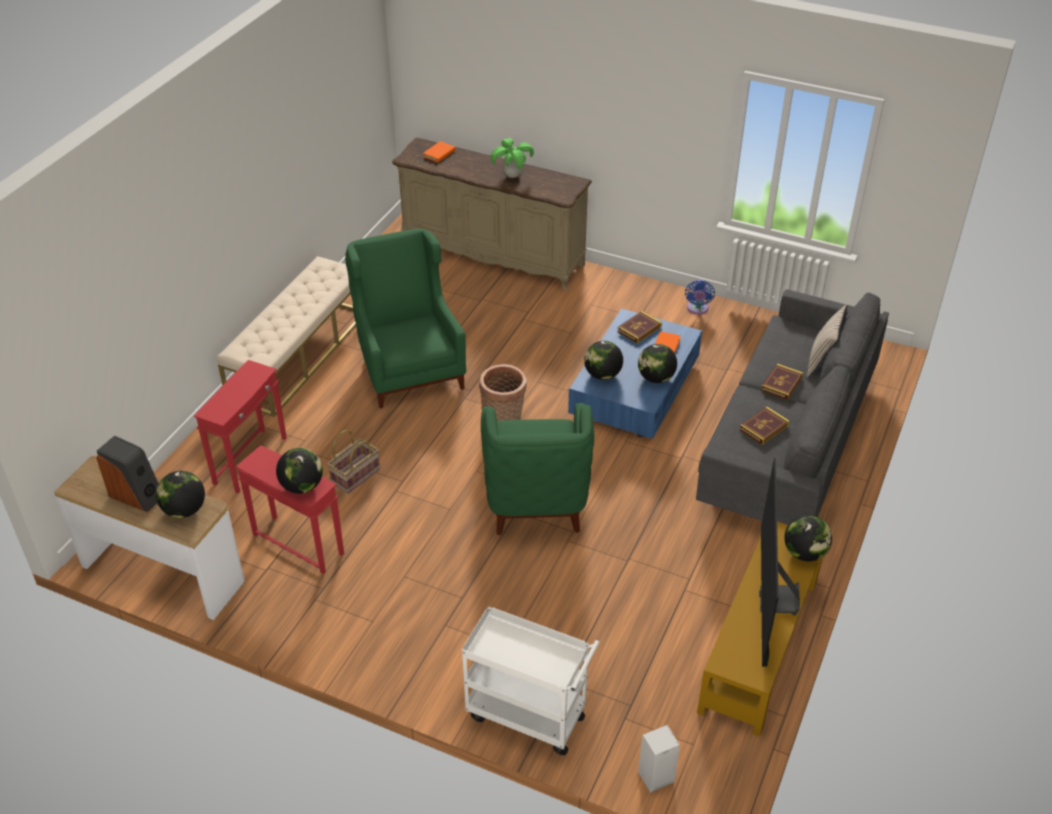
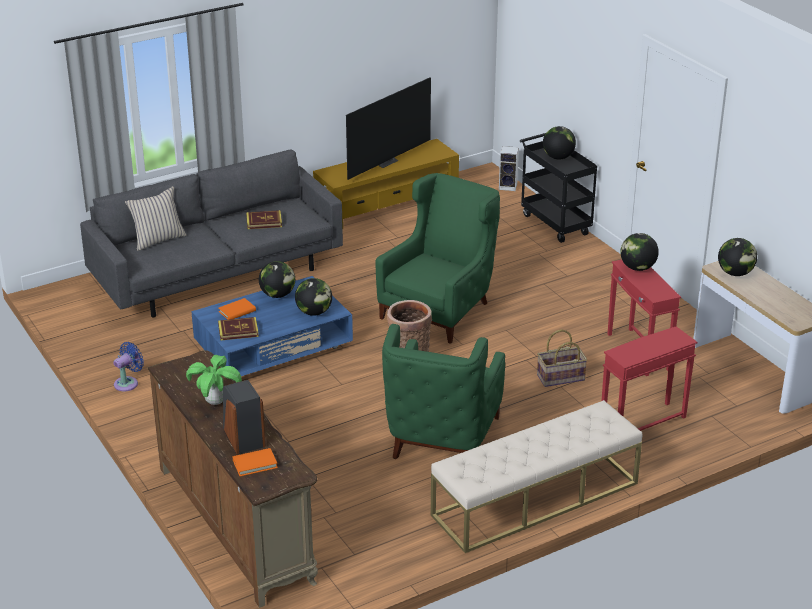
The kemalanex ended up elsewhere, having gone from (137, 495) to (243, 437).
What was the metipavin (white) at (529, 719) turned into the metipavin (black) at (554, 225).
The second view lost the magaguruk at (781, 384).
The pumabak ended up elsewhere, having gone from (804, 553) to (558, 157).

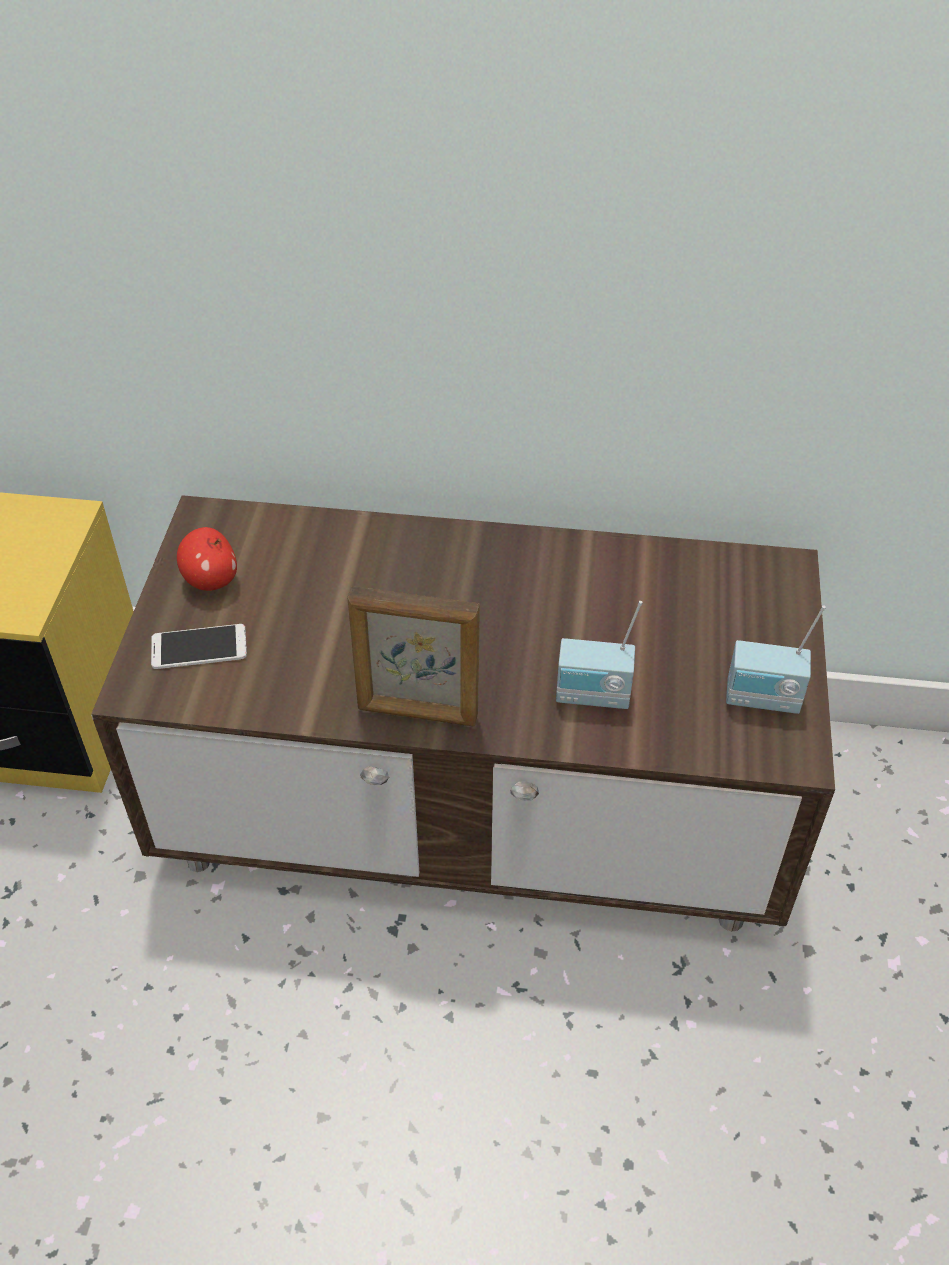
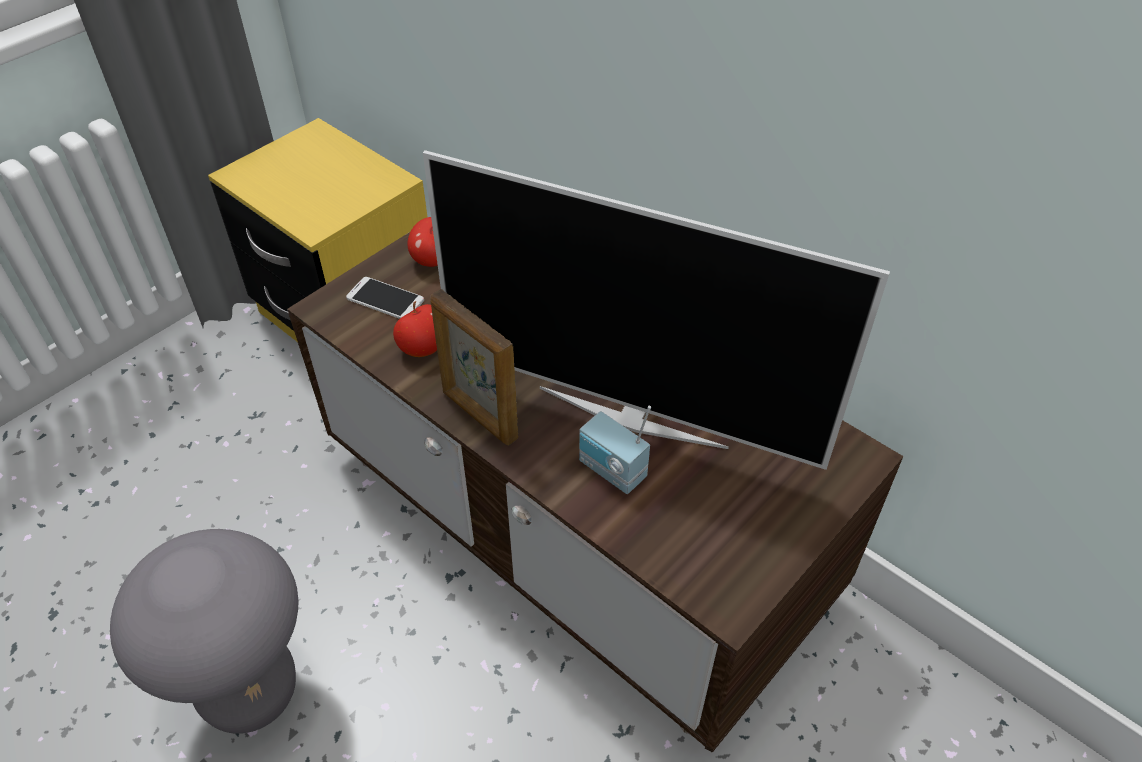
The second view lost the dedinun at (762, 700).
The second view gained the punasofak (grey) at (250, 692).
The second view gained the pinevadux at (423, 348).
The second view gained the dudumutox at (632, 415).

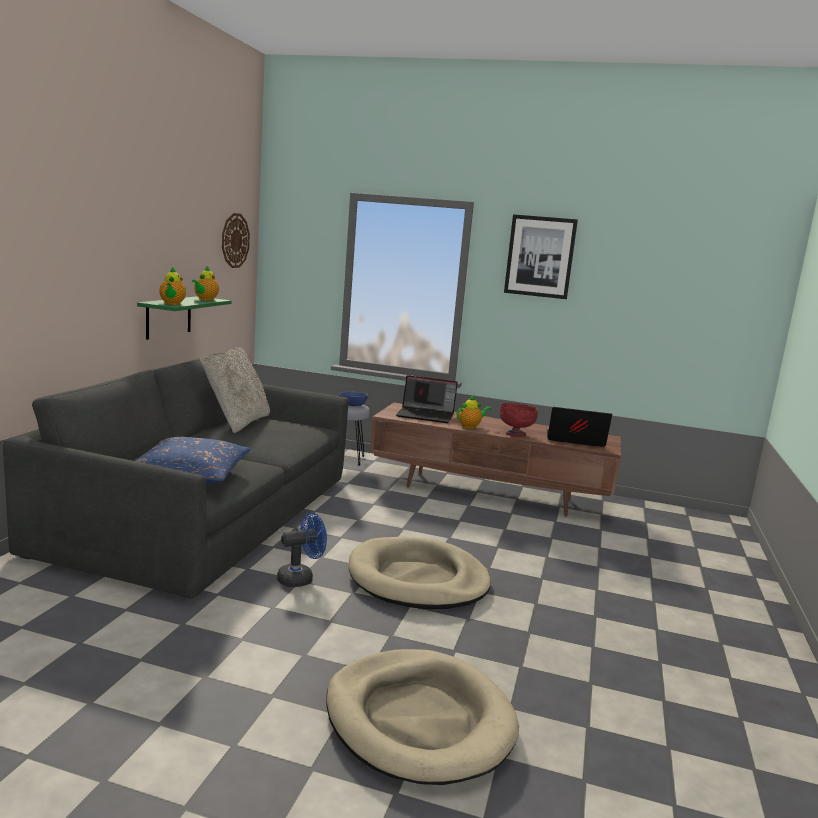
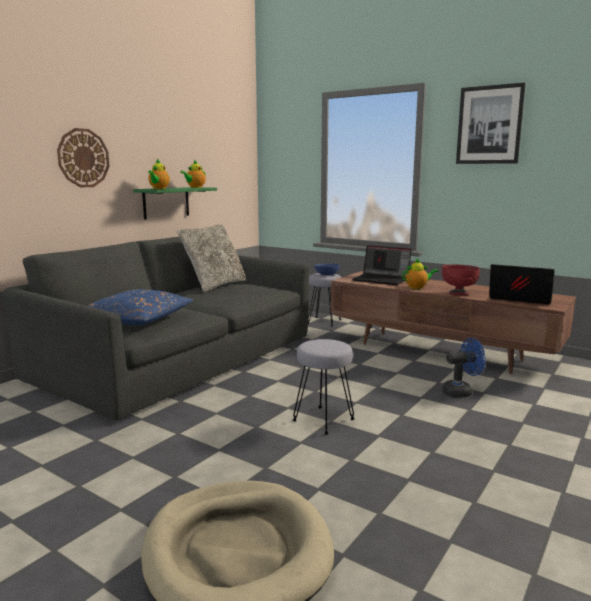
The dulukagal ended up elsewhere, having gone from (235, 240) to (83, 158).
The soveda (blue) ended up elsewhere, having gone from (300, 578) to (461, 392).
Where the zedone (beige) stood at (418, 579), the punasofak (grey) came to stand at (324, 420).

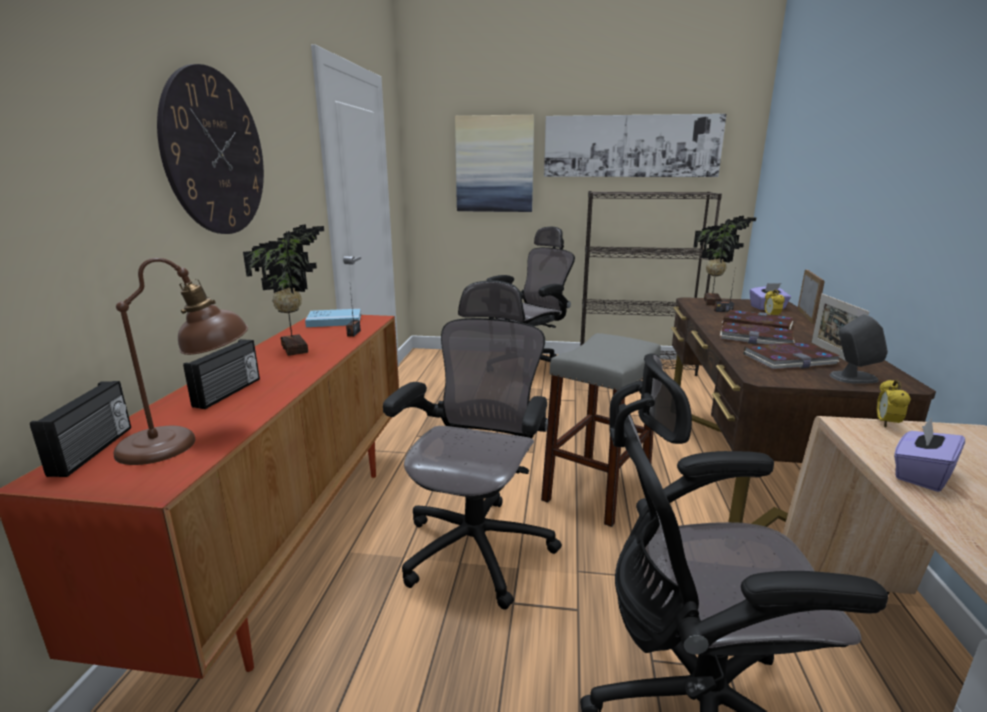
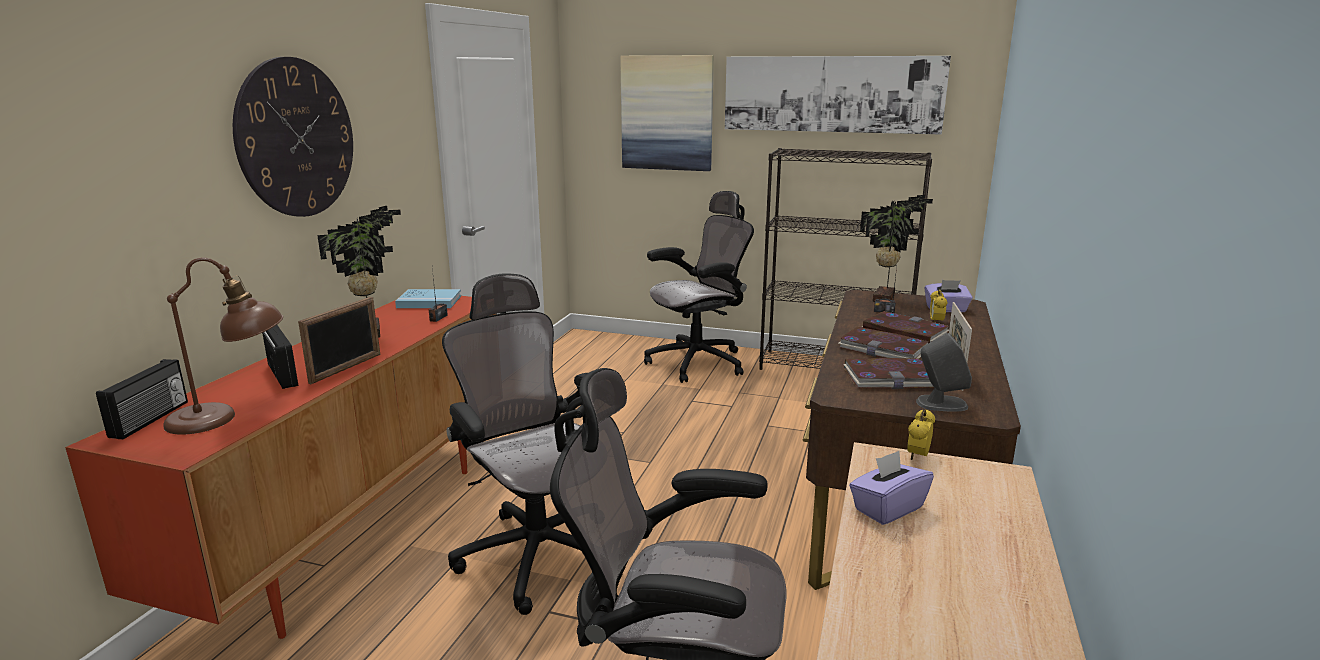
The dedinun at (229, 392) ended up facing another way, 60 degrees counterclockwise from before.
The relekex at (476, 548) ended up facing another way, 60 degrees counterclockwise from before.
The second view lost the punasofak (grey) at (597, 488).
The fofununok ended up elsewhere, having gone from (806, 316) to (346, 368).

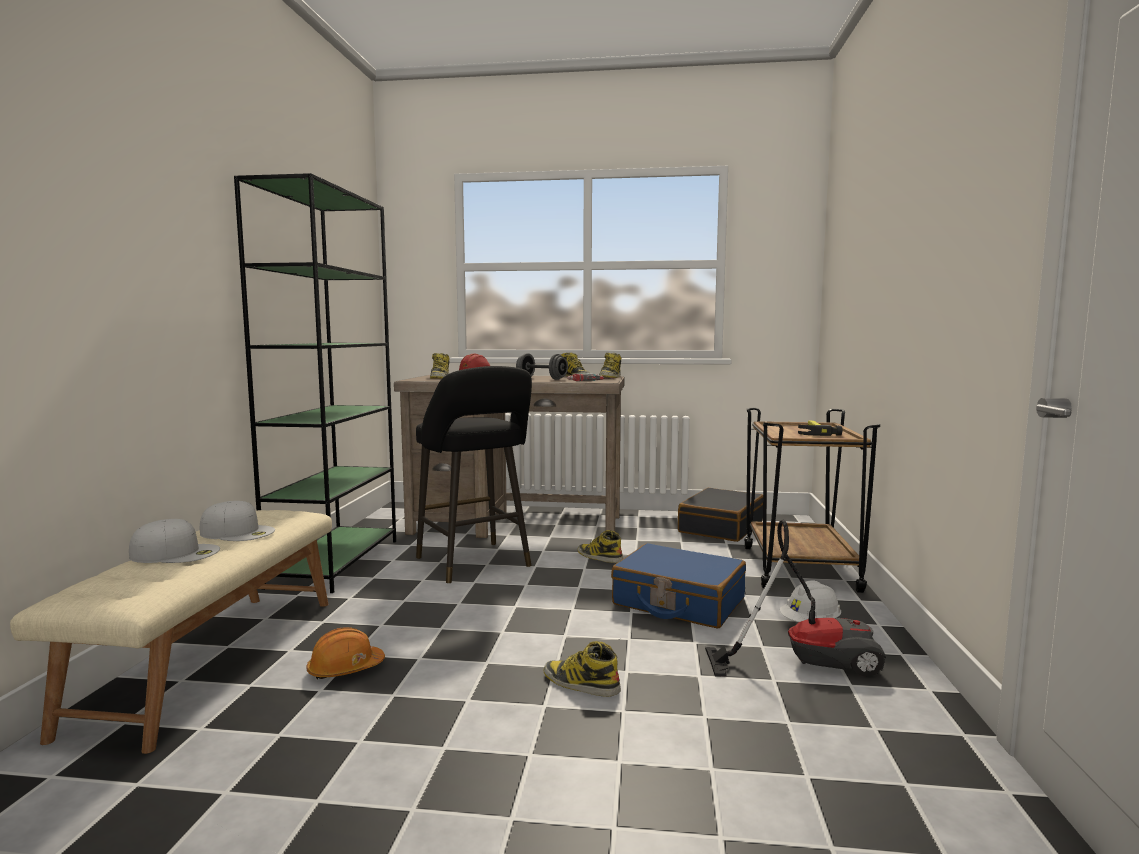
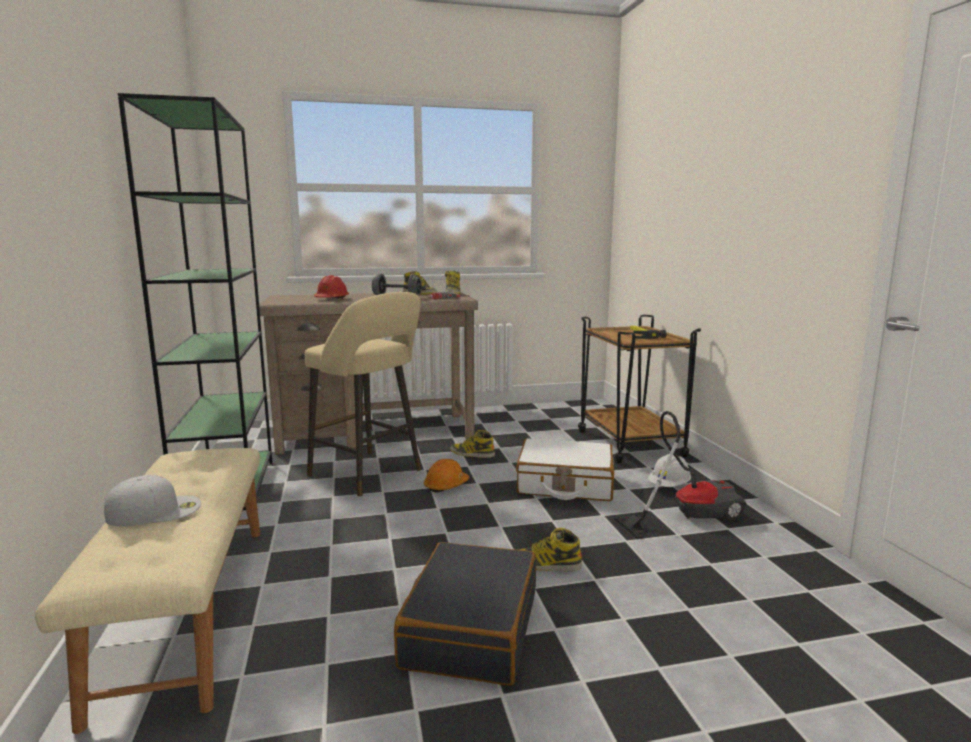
The second view lost the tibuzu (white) at (238, 532).
The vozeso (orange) ended up elsewhere, having gone from (345, 669) to (446, 485).
What was the punasofak (black) at (475, 564) turned into the punasofak (beige) at (369, 474).
The second view lost the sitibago at (440, 378).
What was the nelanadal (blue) at (678, 602) turned into the nelanadal (white) at (565, 484).
The nelanadal (black) ended up elsewhere, having gone from (720, 527) to (470, 628).

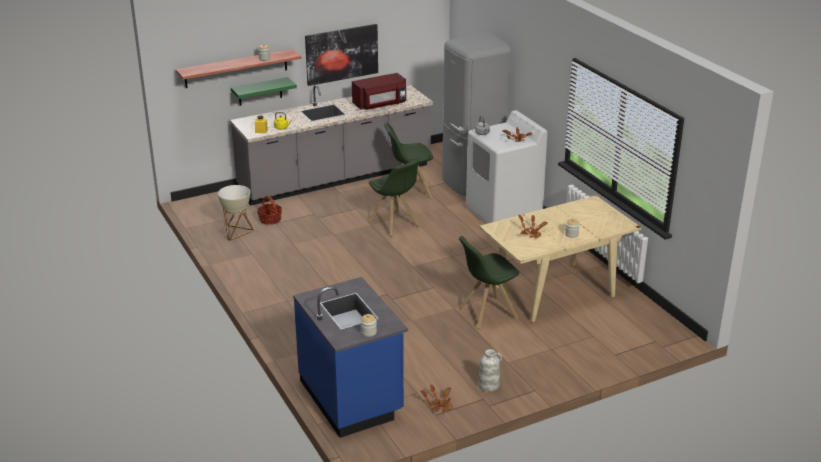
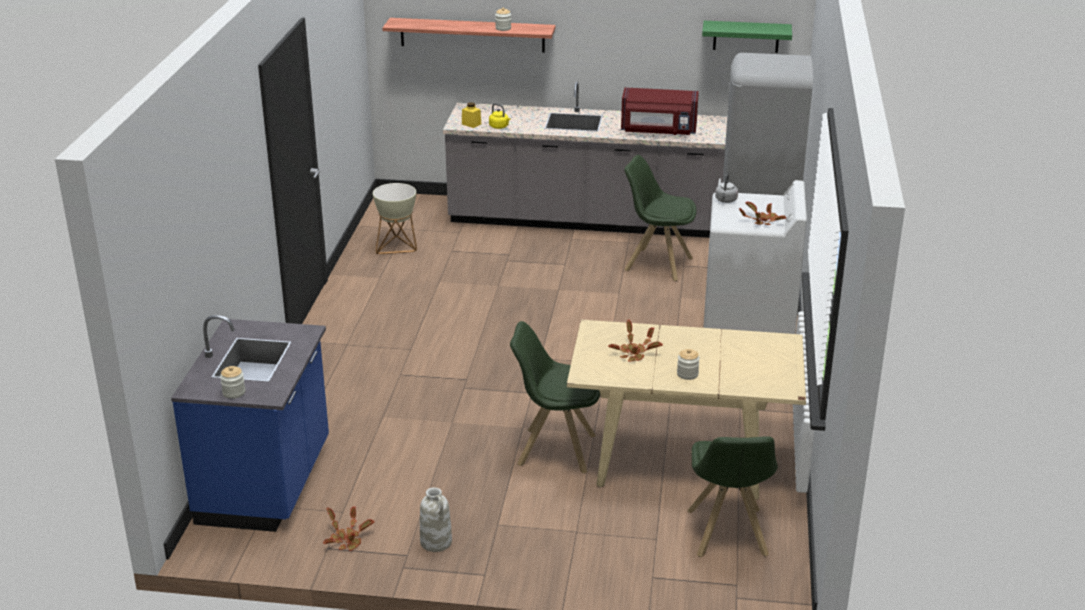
The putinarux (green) ended up elsewhere, having gone from (260, 91) to (746, 36).
The second view lost the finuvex at (270, 219).
The second view lost the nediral at (341, 54).
The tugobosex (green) ended up elsewhere, having gone from (394, 224) to (727, 533).

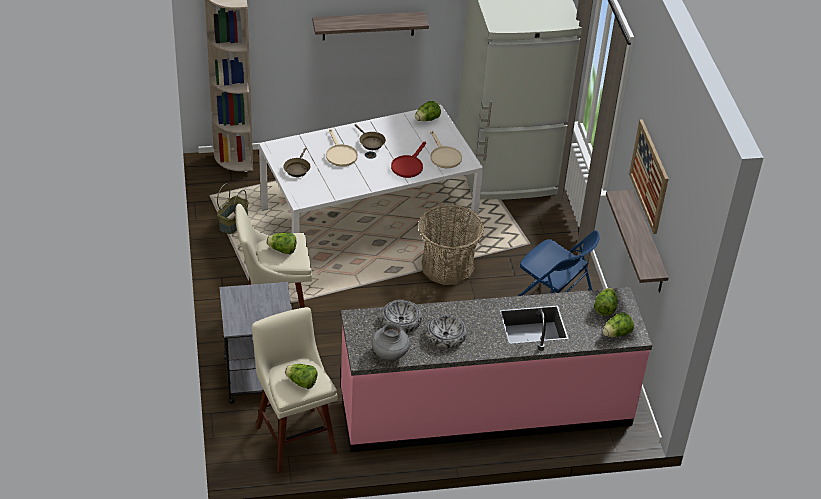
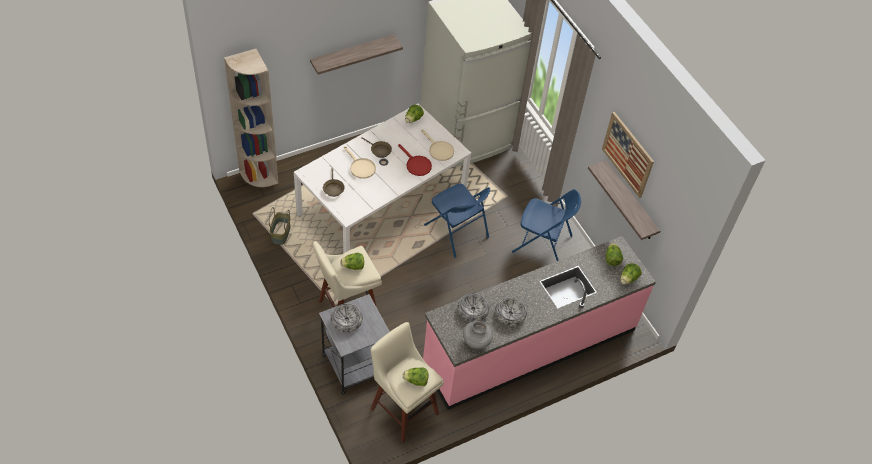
The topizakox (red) at (408, 165) ended up facing another way, 45 degrees counterclockwise from before.
Where the finuvex stood at (447, 266), the tugobosex (blue) came to stand at (456, 231).
The second view gained the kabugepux at (347, 320).

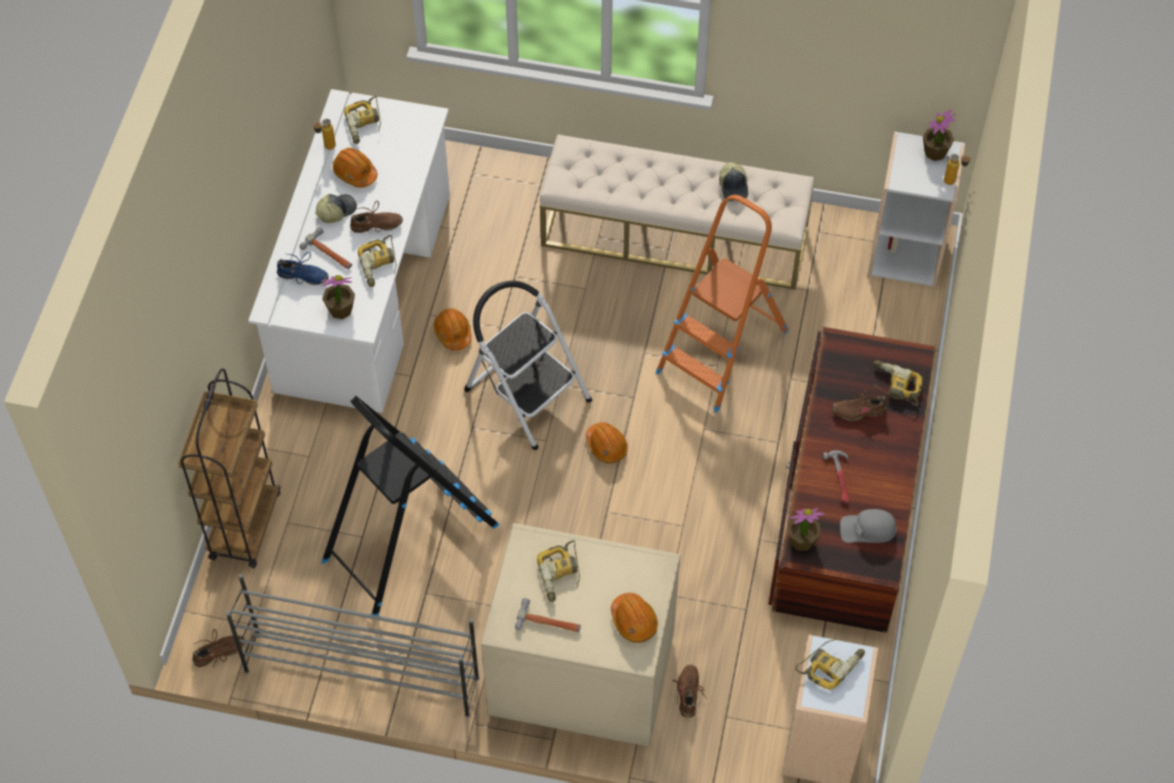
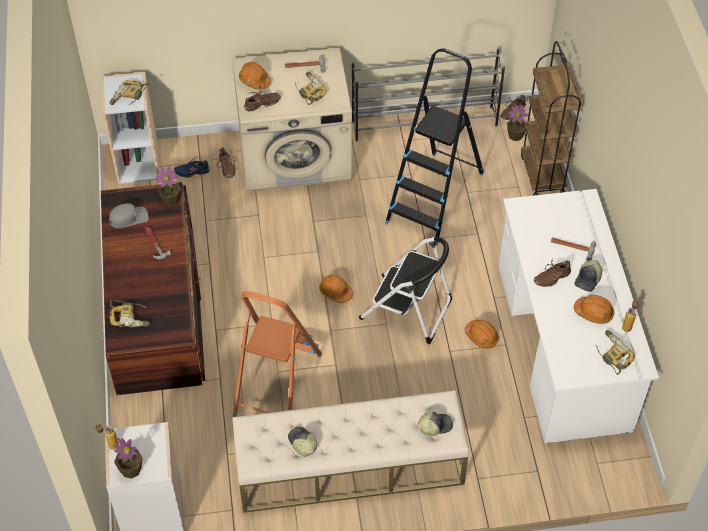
The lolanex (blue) ended up elsewhere, having gone from (303, 276) to (192, 171).
The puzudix ended up elsewhere, having gone from (340, 309) to (515, 135).
The second view lost the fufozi at (379, 265).
The lolanex (brown) ended up elsewhere, having gone from (859, 410) to (262, 104).
The second view gained the tibuzu at (434, 425).

